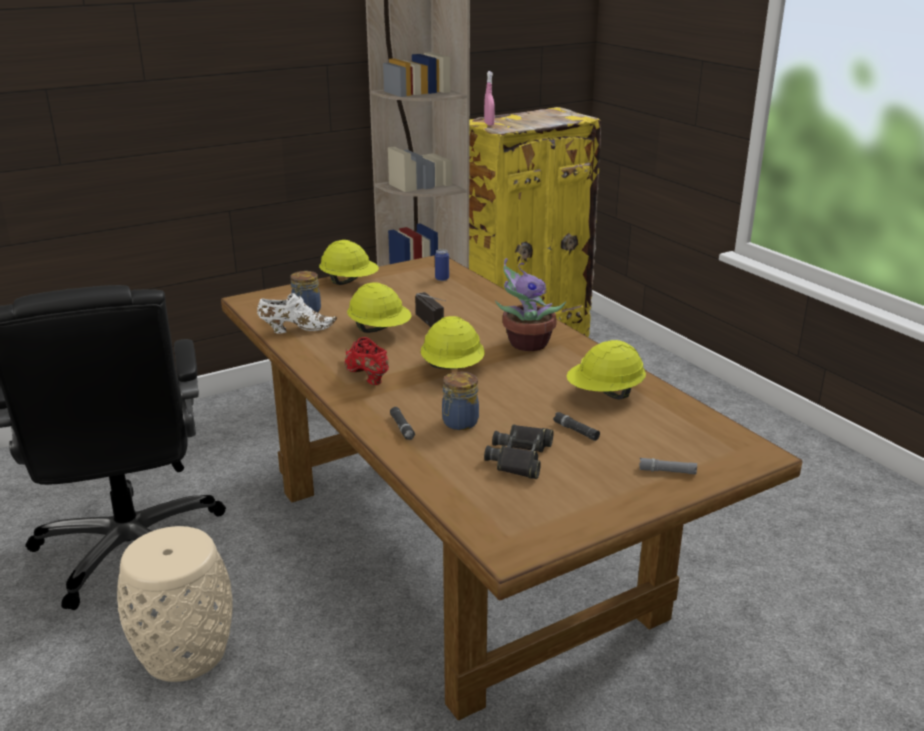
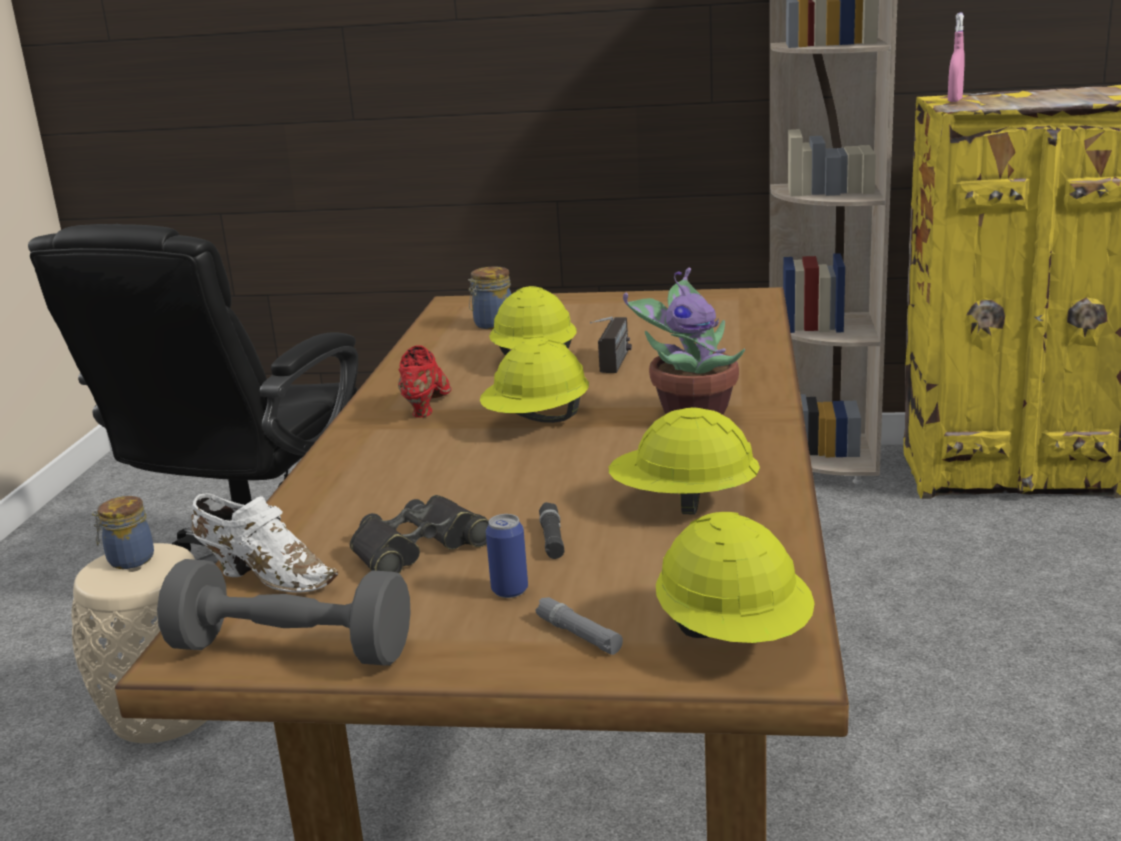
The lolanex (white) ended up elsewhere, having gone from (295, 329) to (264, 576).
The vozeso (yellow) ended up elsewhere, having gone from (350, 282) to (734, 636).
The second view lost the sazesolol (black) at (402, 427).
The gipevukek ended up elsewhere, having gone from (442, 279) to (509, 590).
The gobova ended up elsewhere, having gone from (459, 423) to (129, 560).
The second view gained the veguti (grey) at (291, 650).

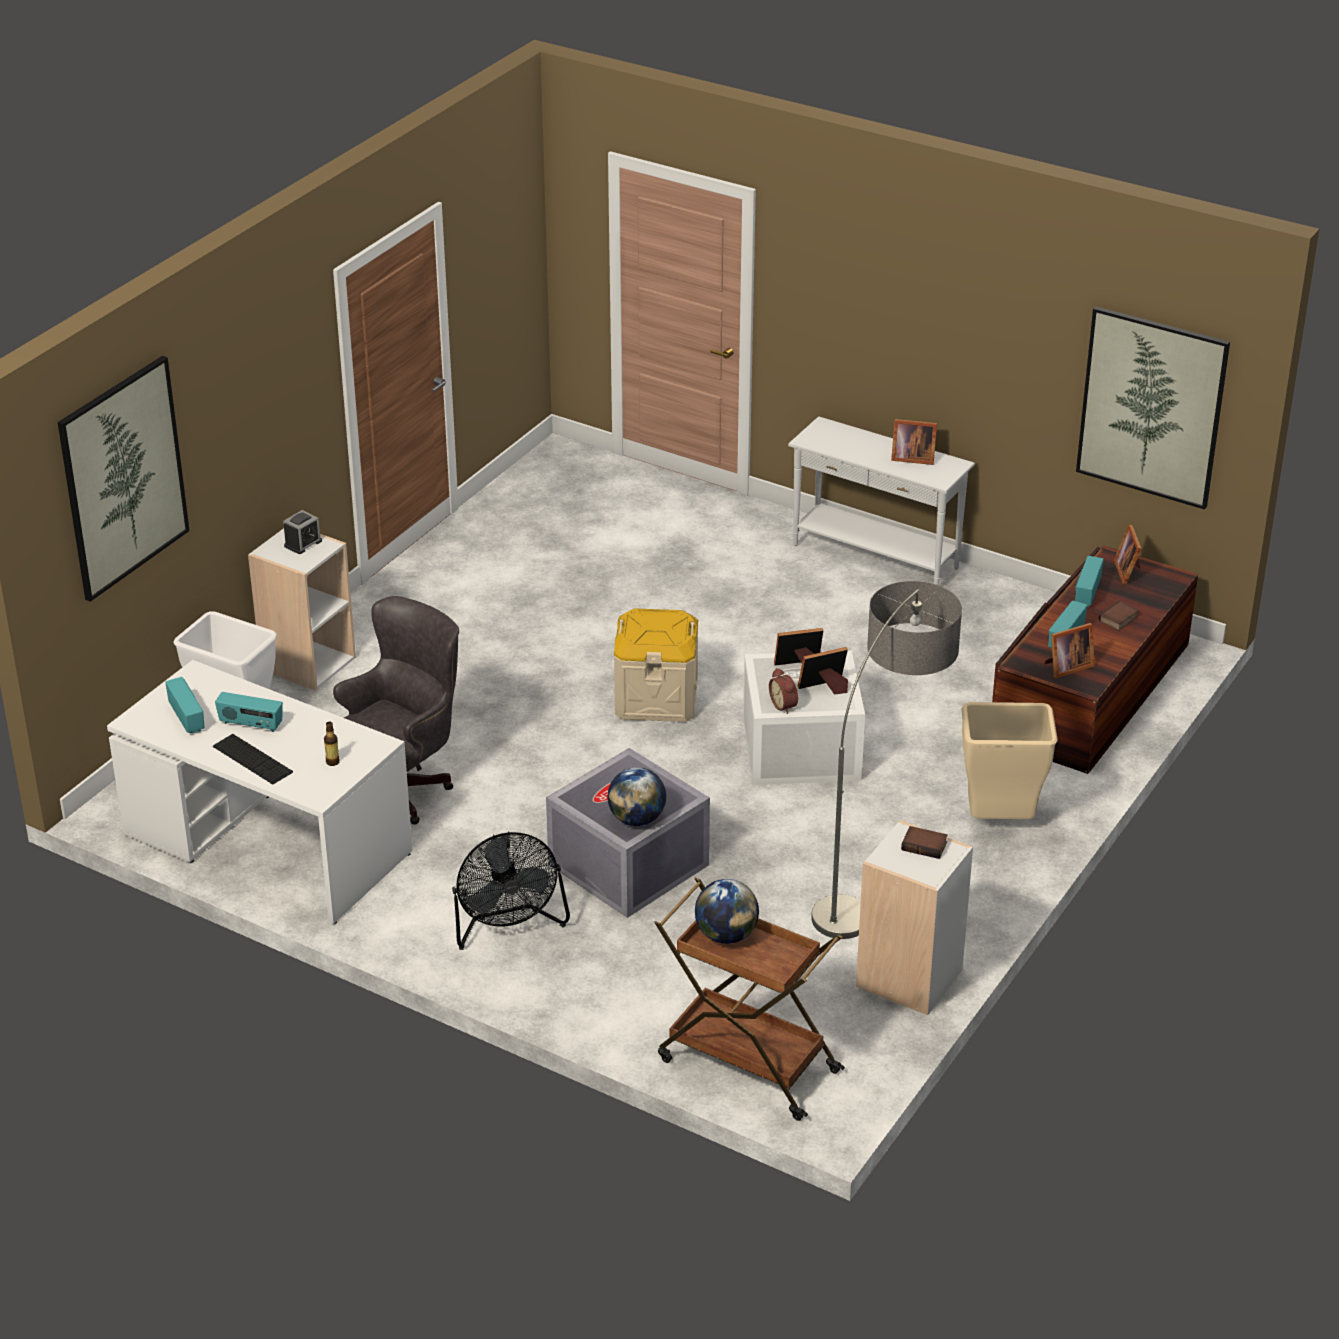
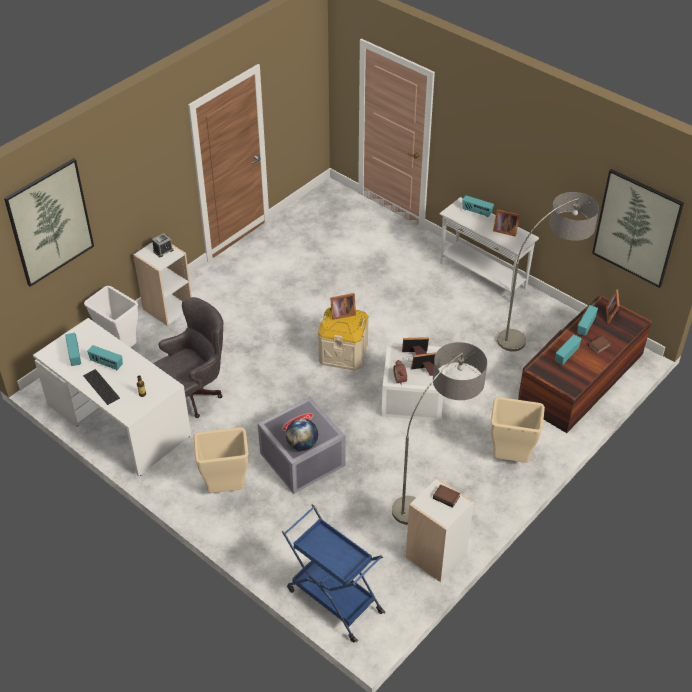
Where the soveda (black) stood at (502, 924), the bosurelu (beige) came to stand at (226, 488).
What was the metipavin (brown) at (747, 1065) turned into the metipavin (blue) at (334, 601).
The second view lost the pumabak at (726, 935).
The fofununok ended up elsewhere, having gone from (1066, 667) to (341, 313).
The second view gained the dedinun at (476, 212).
The second view gained the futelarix at (540, 330).

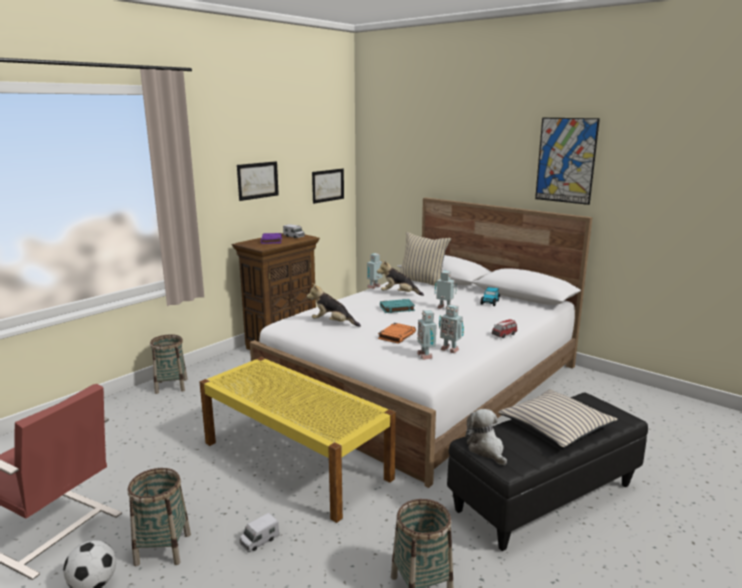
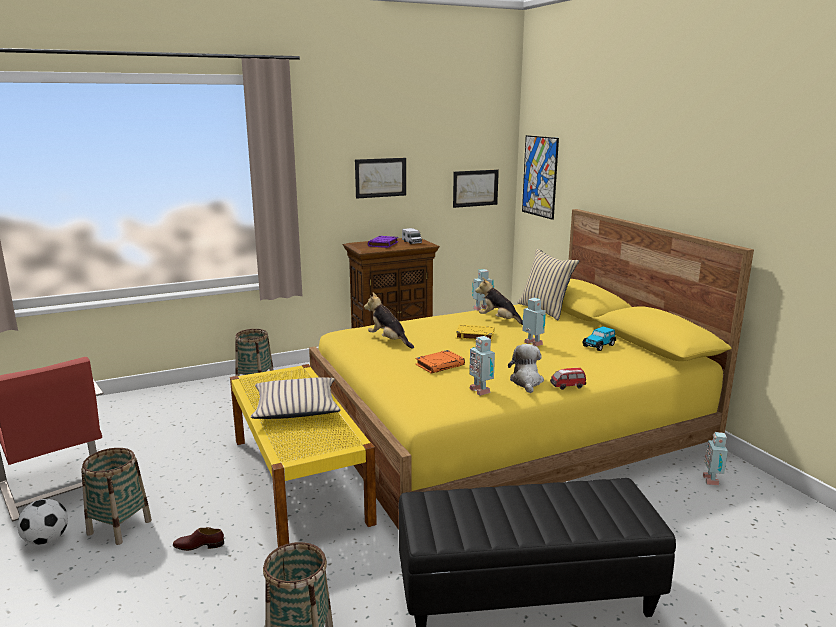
Where the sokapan stood at (259, 540), the lolanex (brown) came to stand at (199, 545).
What was the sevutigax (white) at (425, 383) turned into the sevutigax (yellow) at (506, 431).
What was the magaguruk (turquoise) at (396, 308) turned into the magaguruk (yellow) at (474, 335).
The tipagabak ended up elsewhere, having gone from (426, 356) to (712, 480).
The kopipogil ended up elsewhere, having gone from (486, 449) to (526, 382).
The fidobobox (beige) ended up elsewhere, having gone from (555, 427) to (296, 408).
The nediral ended up elsewhere, having gone from (566, 160) to (540, 176).

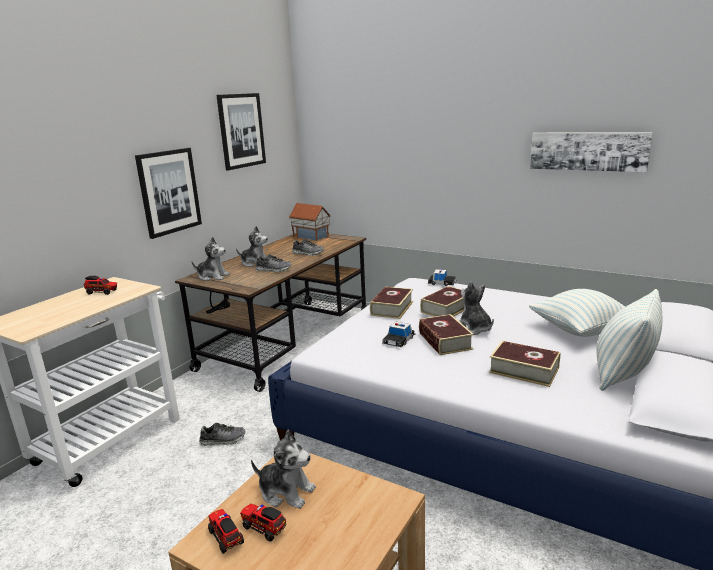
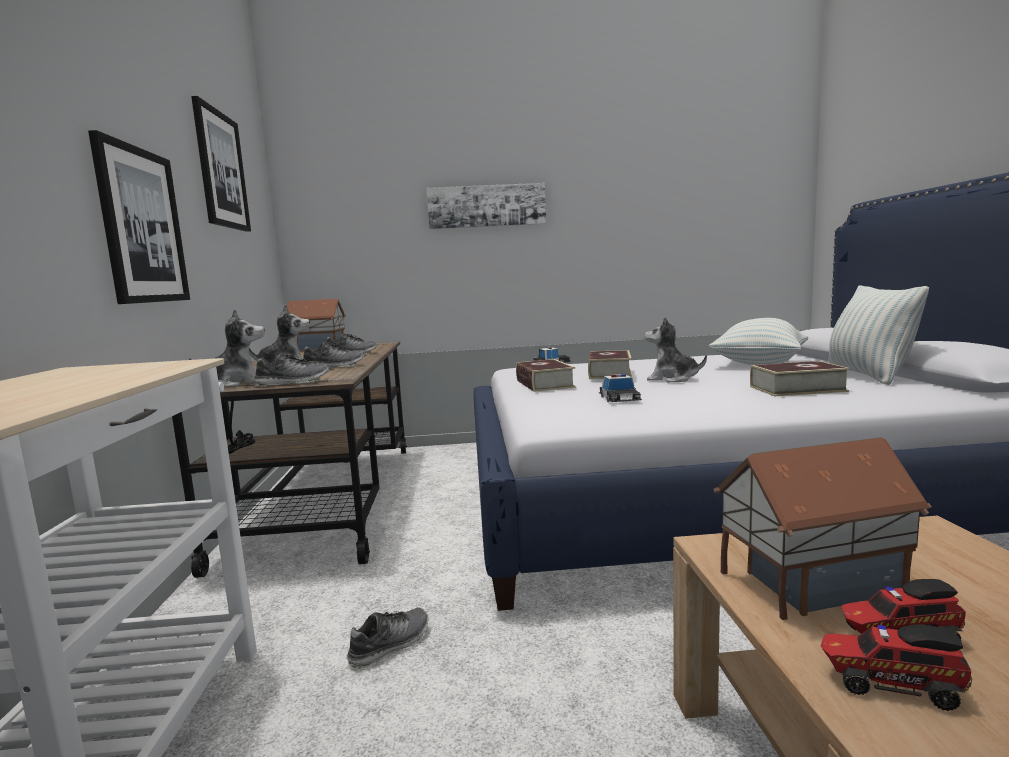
The second view lost the sokapan at (102, 292).
Where the kopipogil stood at (286, 492), the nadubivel came to stand at (809, 582).
The second view lost the magaguruk at (445, 341).
The nediral ended up elsewhere, having gone from (588, 151) to (486, 206).
The second view gained the lolanex at (293, 383).

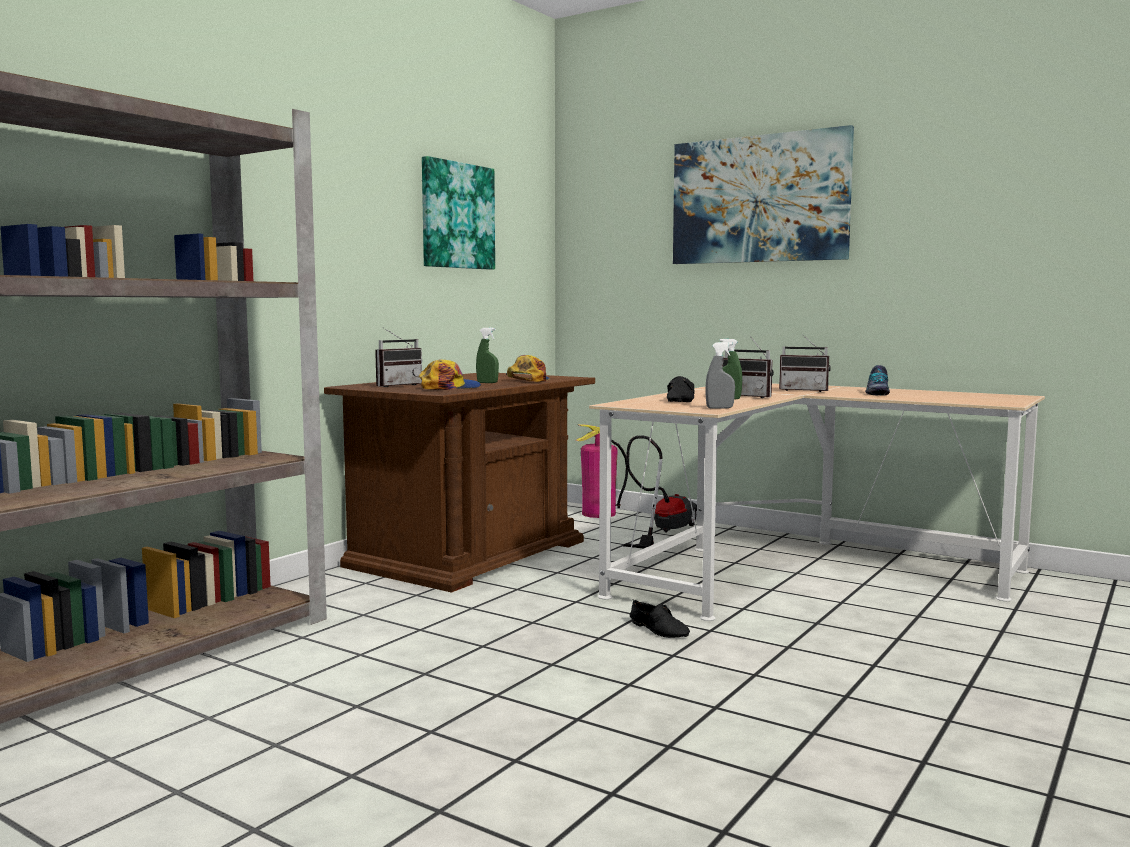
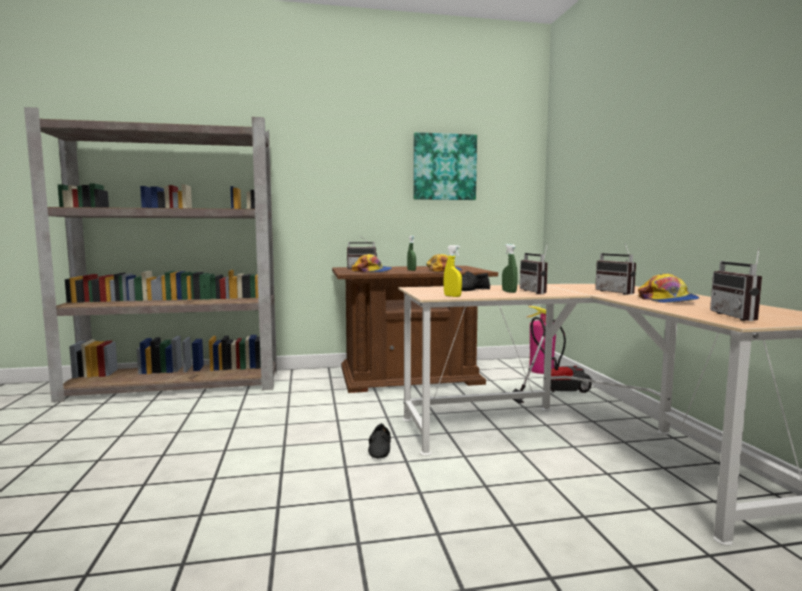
The second view lost the nediral at (759, 199).
What was the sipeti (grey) at (719, 408) turned into the sipeti (yellow) at (452, 296).
Where the lolanex stood at (876, 393), the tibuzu came to stand at (667, 300).
The second view gained the dedinun at (740, 317).

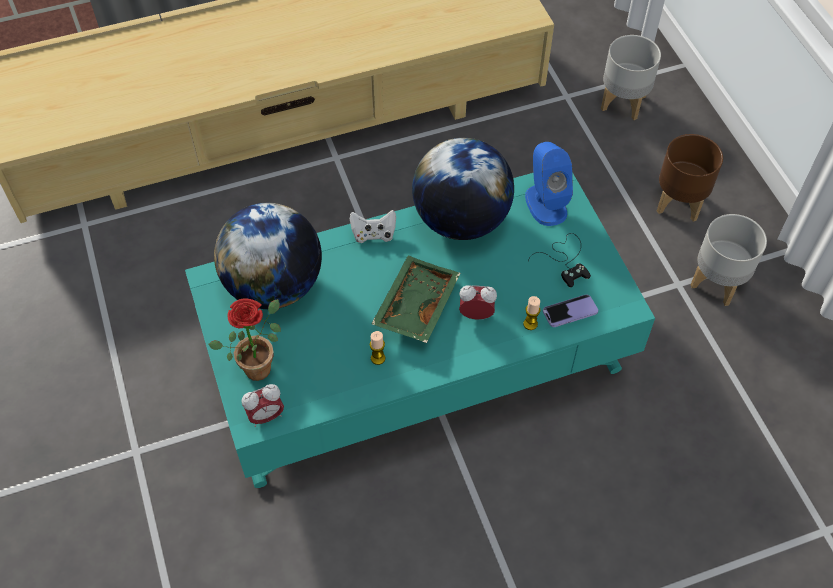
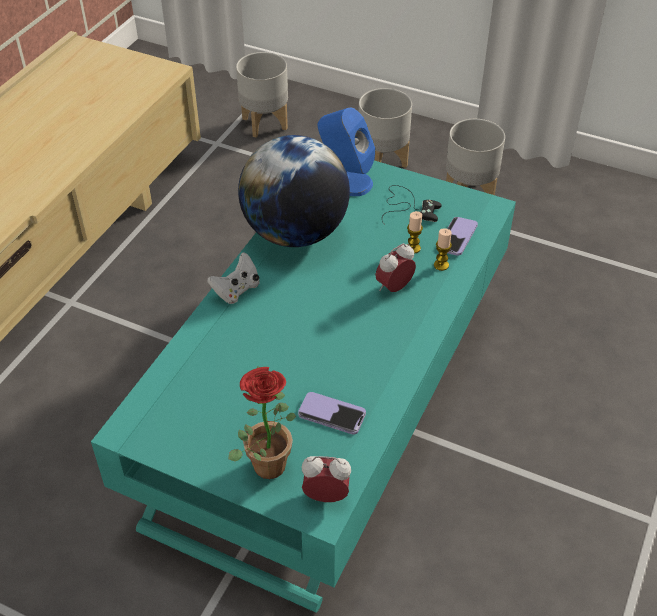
The second view lost the pumabak at (274, 285).
The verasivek at (266, 416) ended up facing another way, 105 degrees counterclockwise from before.
The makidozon ended up elsewhere, having gone from (378, 358) to (413, 248).
The second view lost the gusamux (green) at (414, 305).
What was the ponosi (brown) at (680, 203) turned into the ponosi (grey) at (383, 161).
The second view gained the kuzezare at (332, 414).

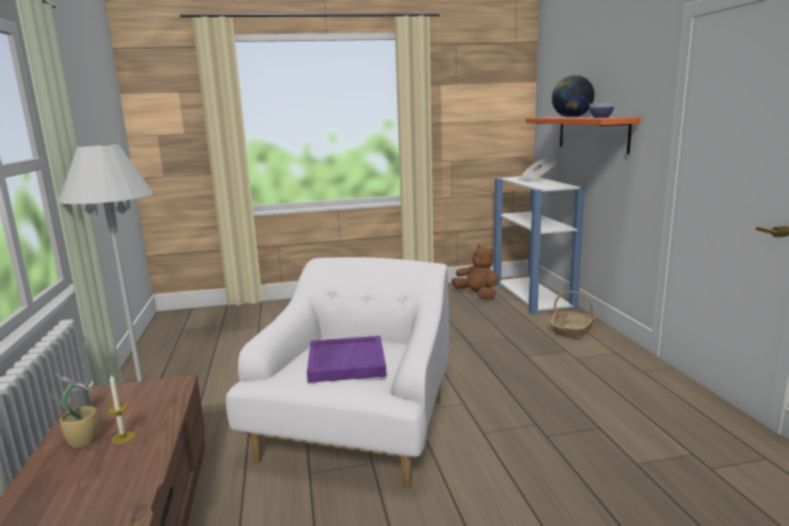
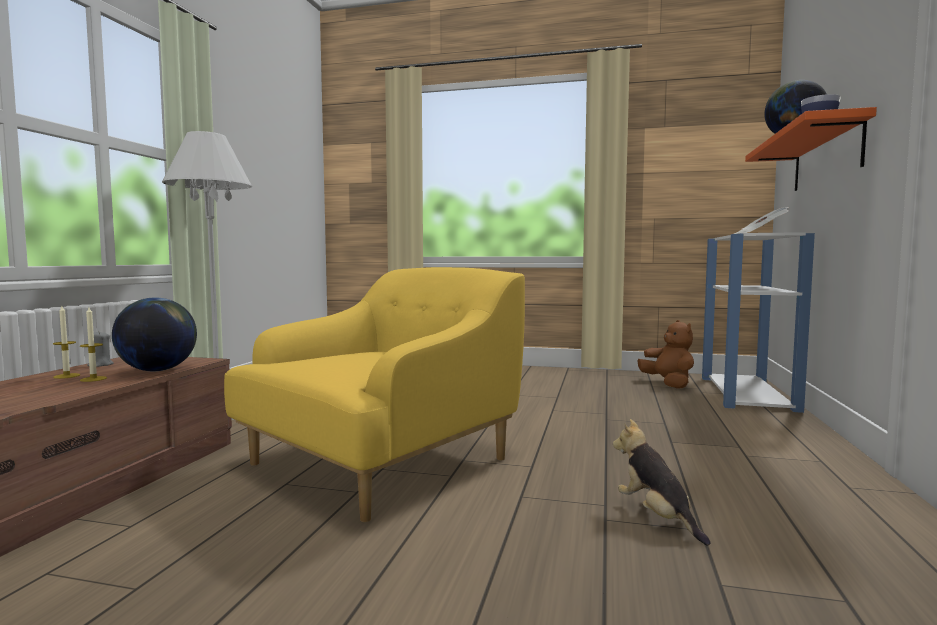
Where the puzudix stood at (83, 440), the makidozon came to stand at (66, 376).
What was the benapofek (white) at (357, 428) turned into the benapofek (yellow) at (382, 461).
The second view lost the gusamux (purple) at (346, 362).
The second view lost the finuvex at (573, 330).
The second view gained the pumabak at (157, 370).
The second view gained the kopipogil at (657, 517).

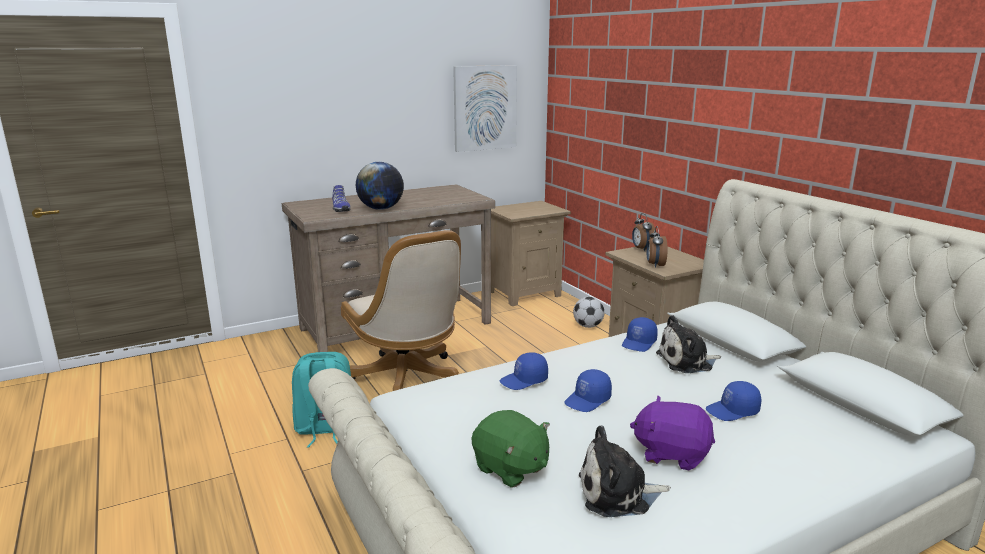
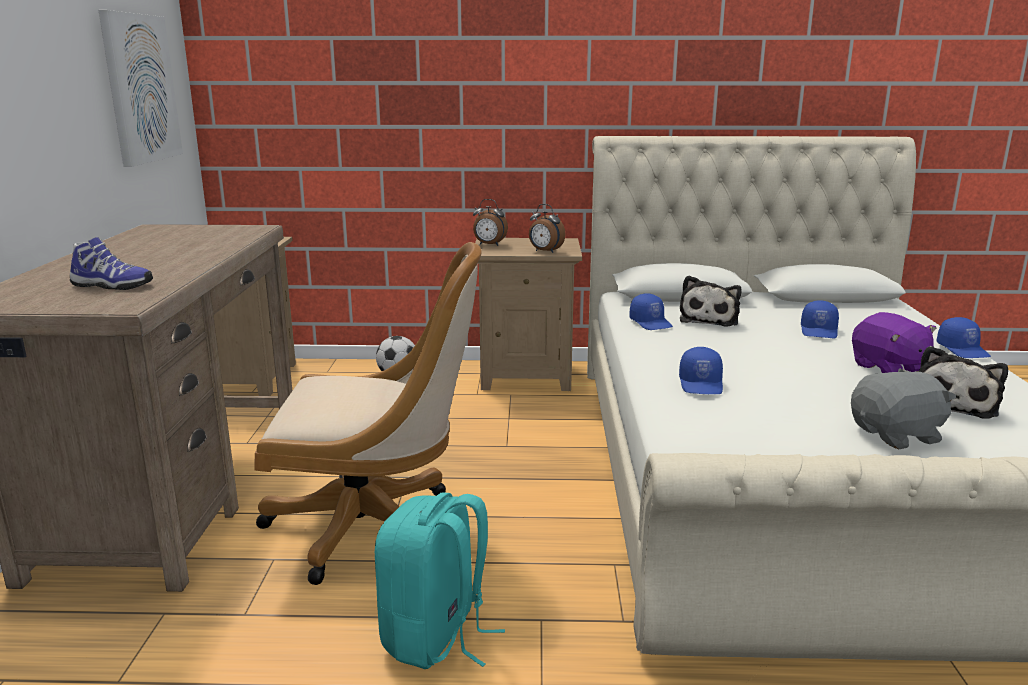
The second view lost the pumabak at (381, 209).
What was the kopipogil (green) at (510, 468) turned into the kopipogil (grey) at (897, 435).
The tibuzu (blue) ended up elsewhere, having gone from (588, 400) to (963, 350).
The kopipogil (purple) at (671, 453) ended up facing another way, 75 degrees counterclockwise from before.

